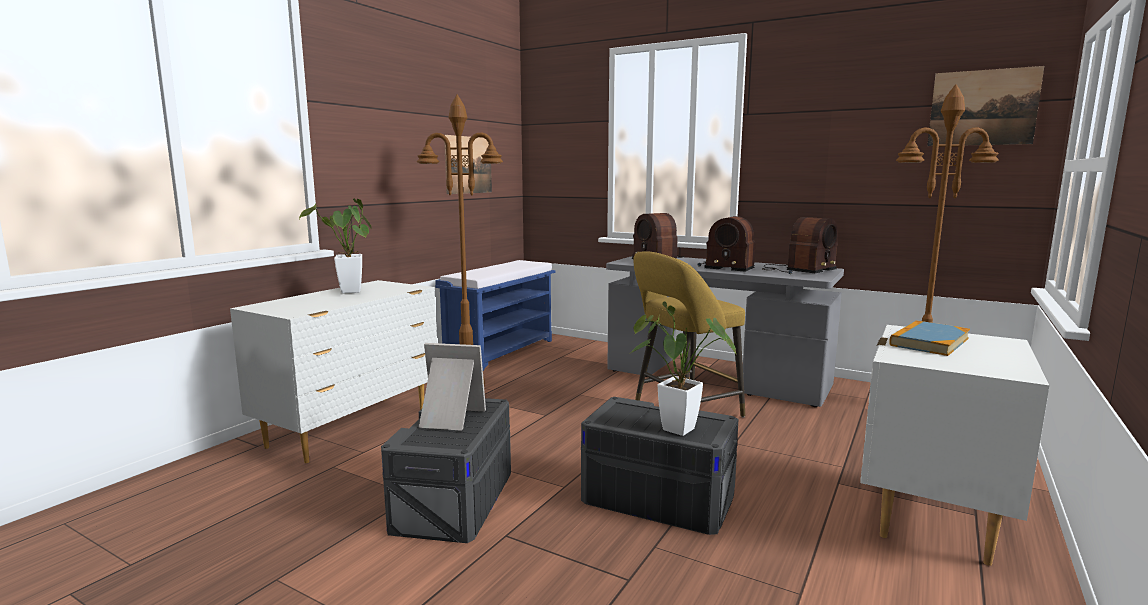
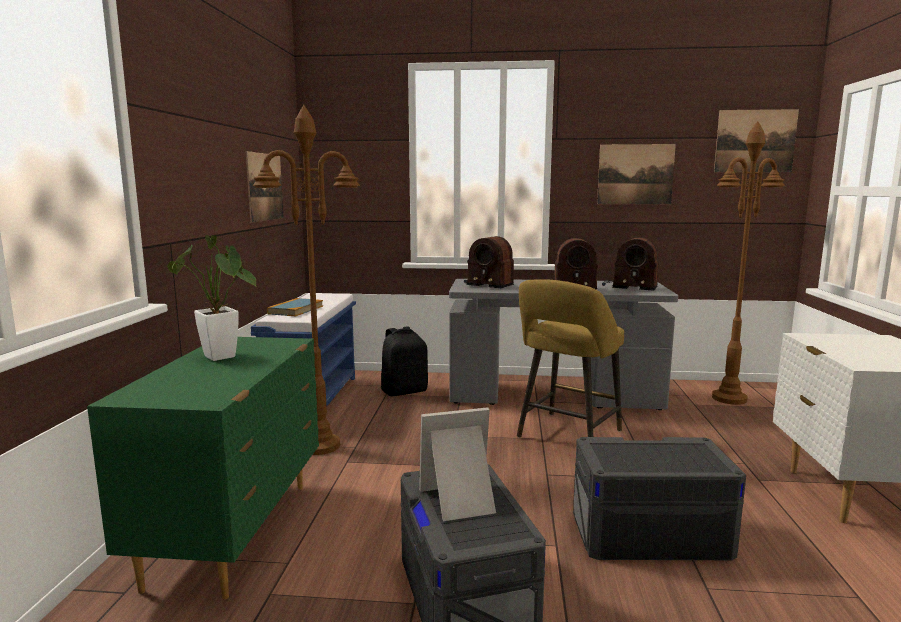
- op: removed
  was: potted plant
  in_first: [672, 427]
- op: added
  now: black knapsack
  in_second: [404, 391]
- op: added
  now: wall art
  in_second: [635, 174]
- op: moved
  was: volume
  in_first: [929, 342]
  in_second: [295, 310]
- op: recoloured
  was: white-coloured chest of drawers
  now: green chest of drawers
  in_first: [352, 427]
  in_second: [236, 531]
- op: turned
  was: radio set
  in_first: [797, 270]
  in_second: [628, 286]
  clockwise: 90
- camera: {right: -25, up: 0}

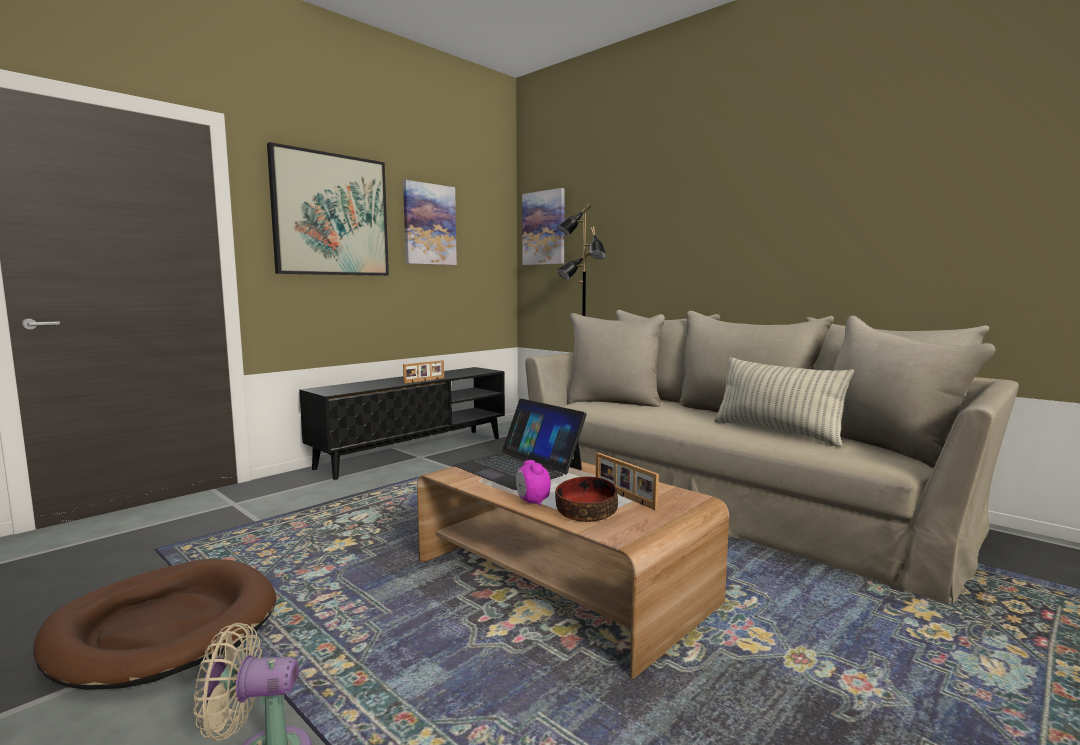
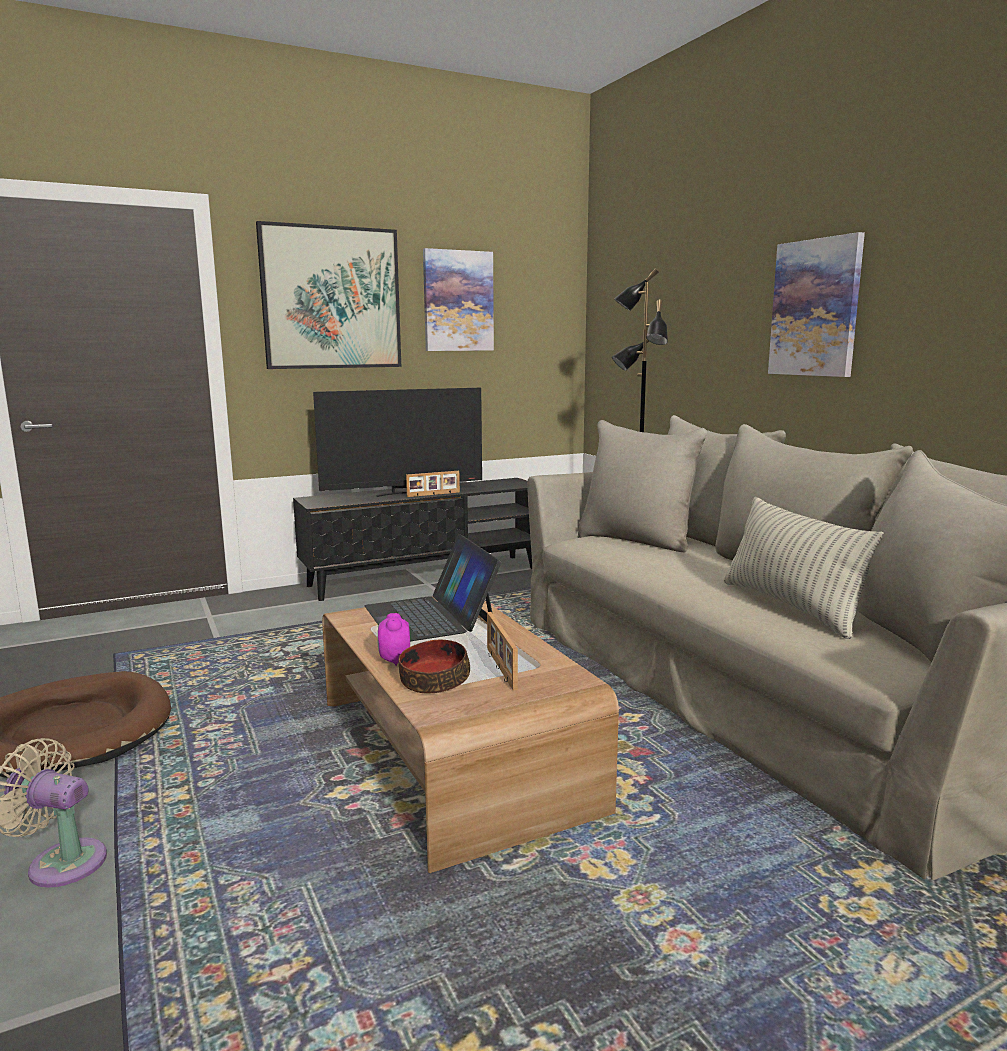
- op: added
  now: TV
  in_second: [403, 493]
- op: moved
  was: wall art
  in_first: [544, 228]
  in_second: [815, 308]
- camera: {right: 20, up: 5}

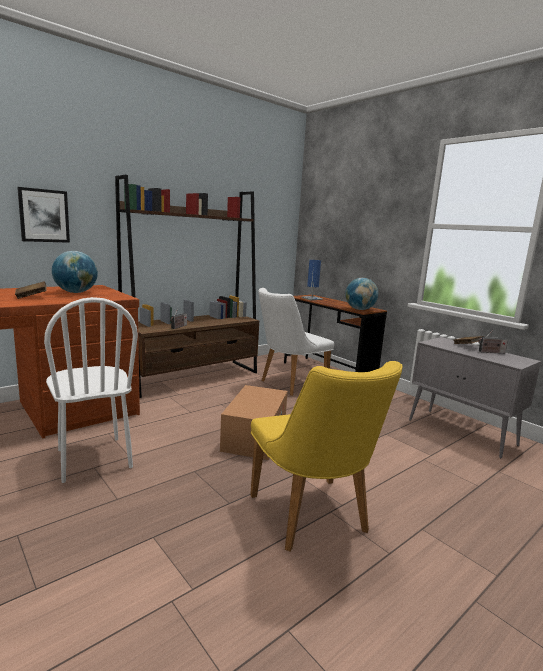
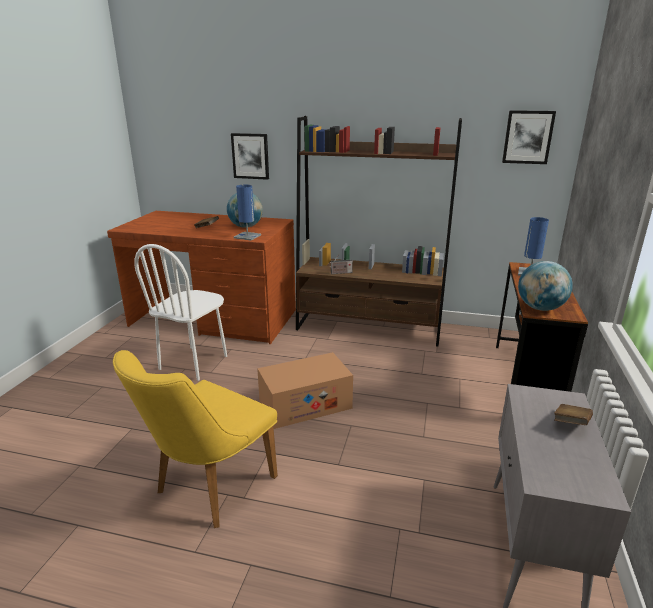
- op: removed
  was: white-coloured chair
  in_first: [288, 384]
- op: removed
  was: radio set
  in_first: [490, 352]
- op: added
  now: bluish tabletop lamp
  in_second: [247, 236]
- op: added
  now: wall art
  in_second: [528, 137]
- camera: {right: 55, up: 10}

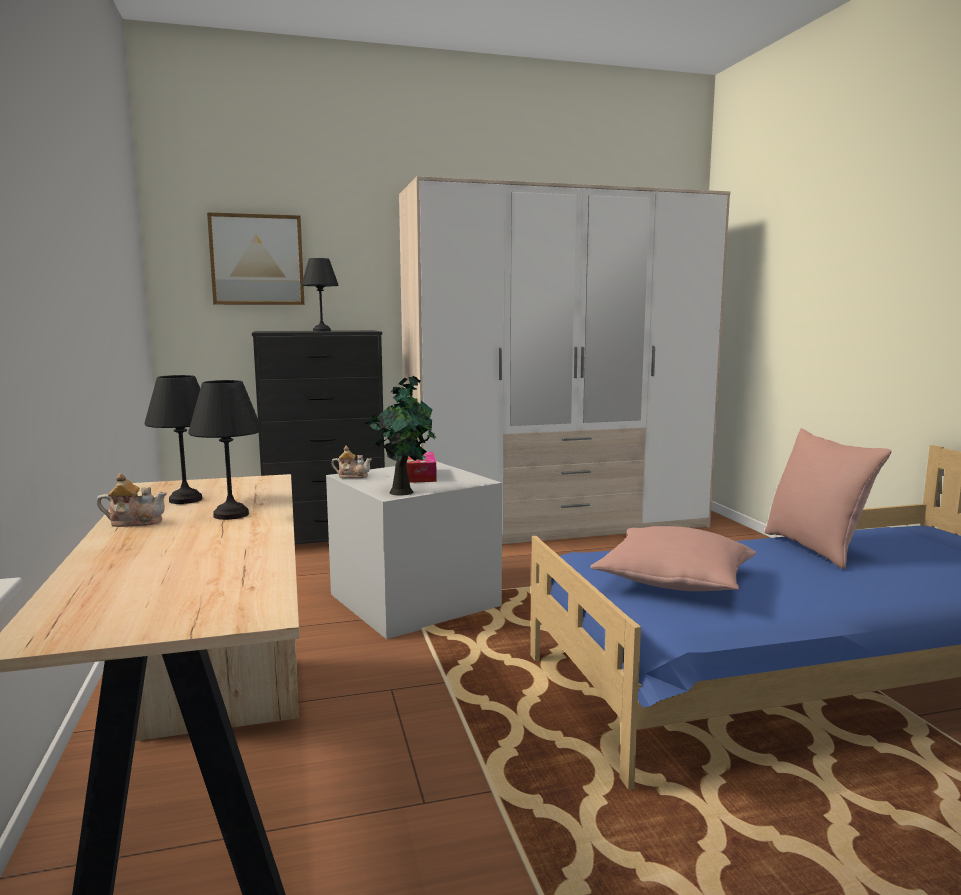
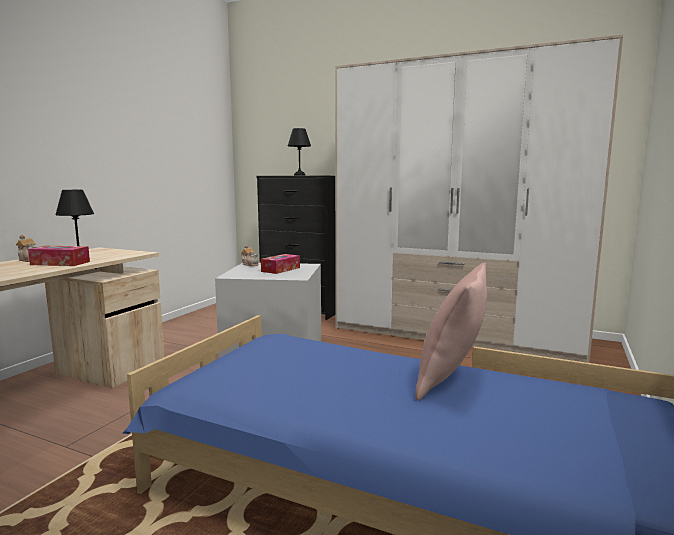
- op: removed
  was: wall art
  in_first: [257, 260]
- op: removed
  was: potted plant
  in_first: [403, 492]
- op: removed
  was: pink pillow
  in_first: [675, 581]
- op: replaced
  was: black tabletop lamp
  now: tissue box
  in_first: [230, 515]
  in_second: [60, 263]
- camera: {right: 40, up: 0}

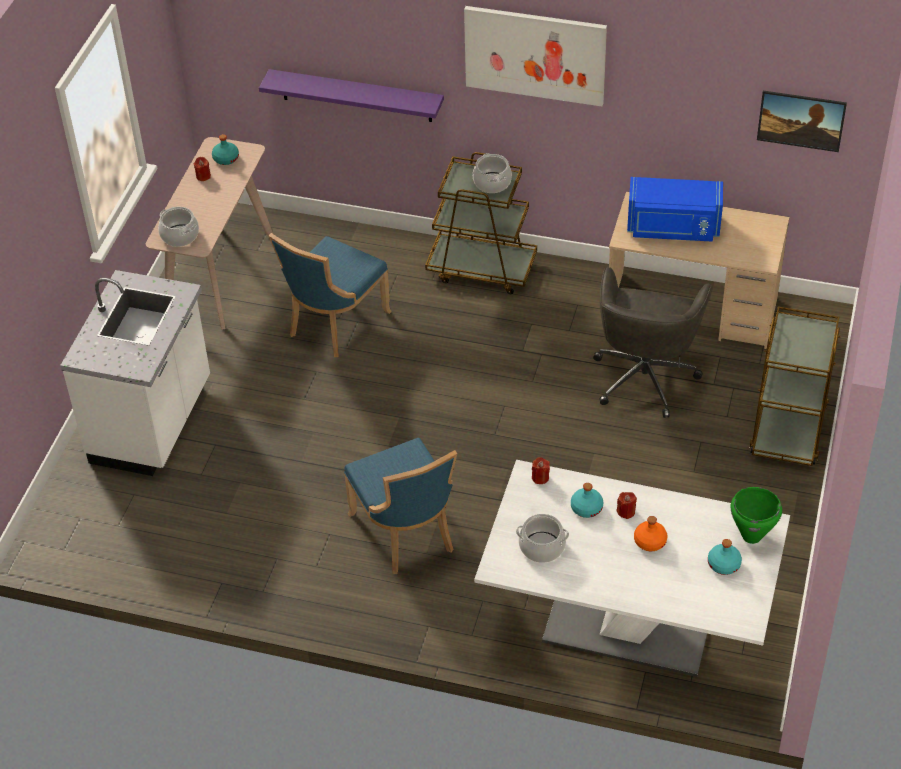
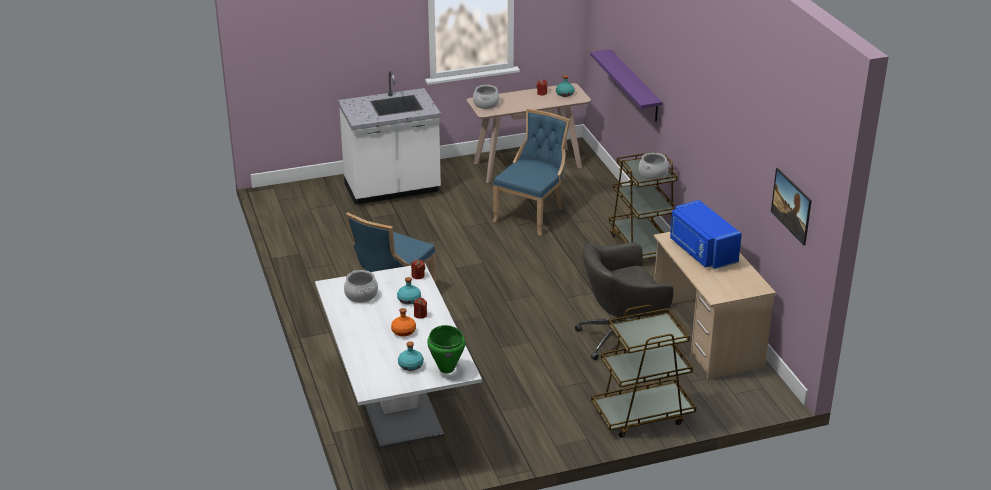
- op: removed
  was: wall art
  in_first: [535, 54]
- op: turned
  was: bluish chair
  in_first: [334, 324]
  in_second: [532, 214]
  clockwise: 120
- camera: {right: 55, up: -15}

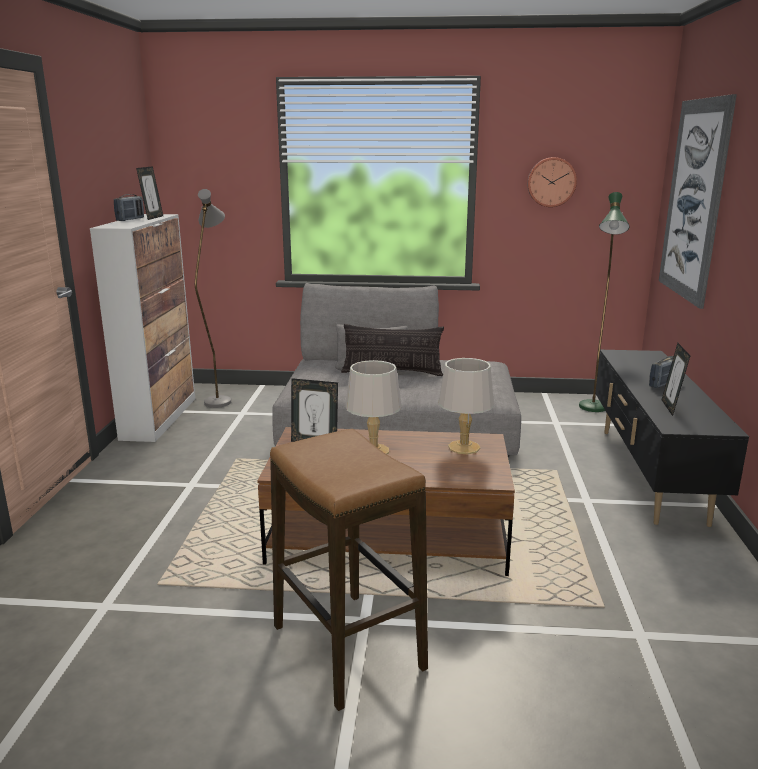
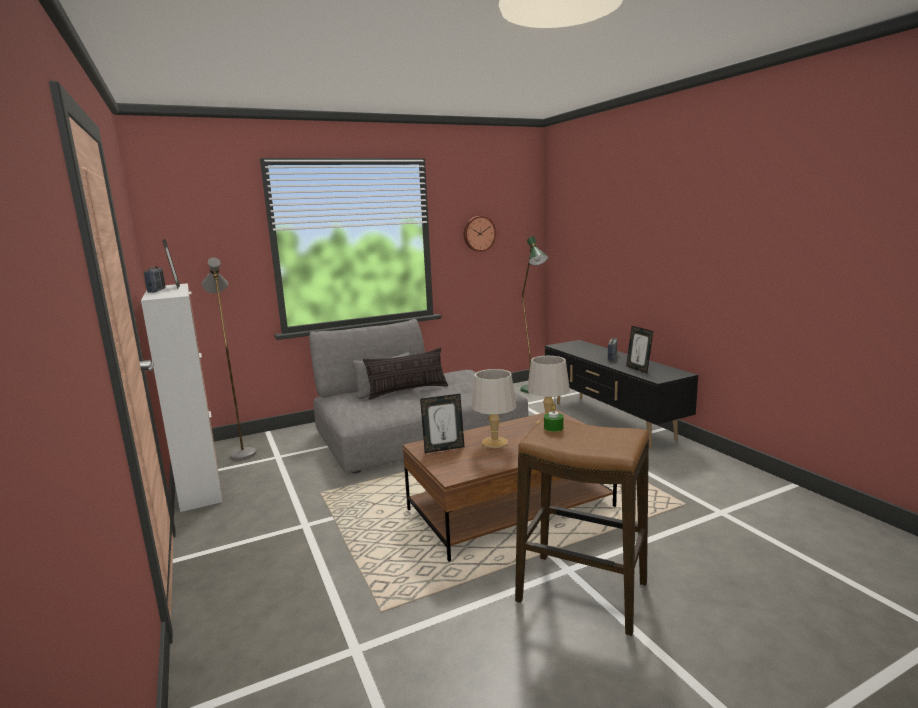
- op: removed
  was: wall art
  in_first: [694, 200]
- op: added
  now: green wax candle
  in_second: [553, 428]
- camera: {right: -30, up: -5}

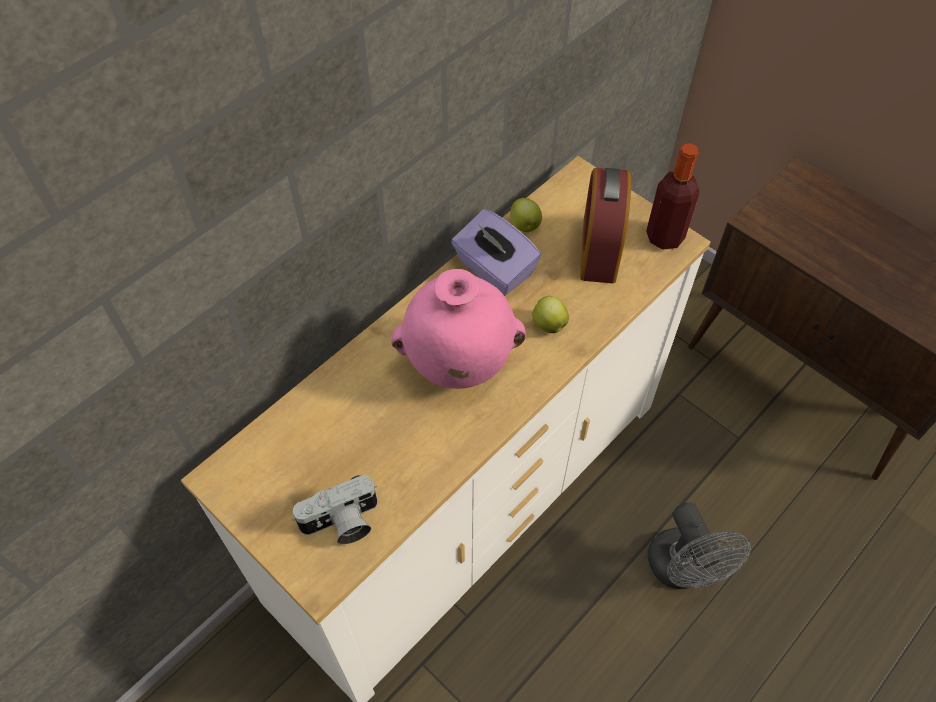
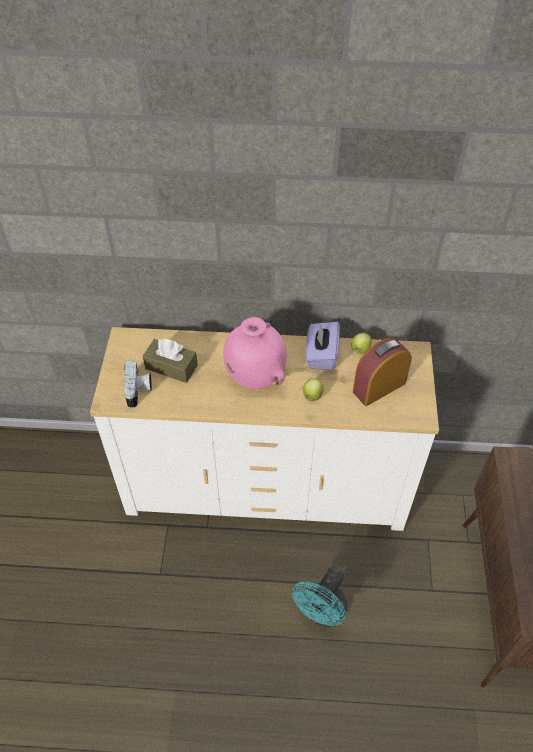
- op: removed
  was: beverage bottle
  in_first: [665, 236]
- op: added
  now: brown-coloured tissue box
  in_second: [171, 367]
- op: recoloured
  was: grey fan
  now: turquoise fan
  in_first: [683, 570]
  in_second: [321, 613]
- op: turned
  was: still camera
  in_first: [342, 523]
  in_second: [139, 390]
  clockwise: -120
- camera: {right: 50, up: -5}

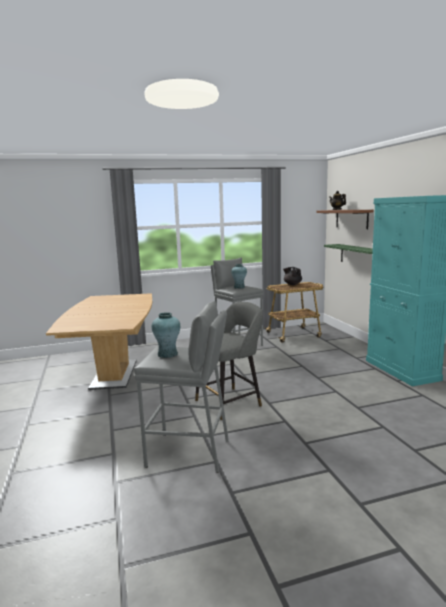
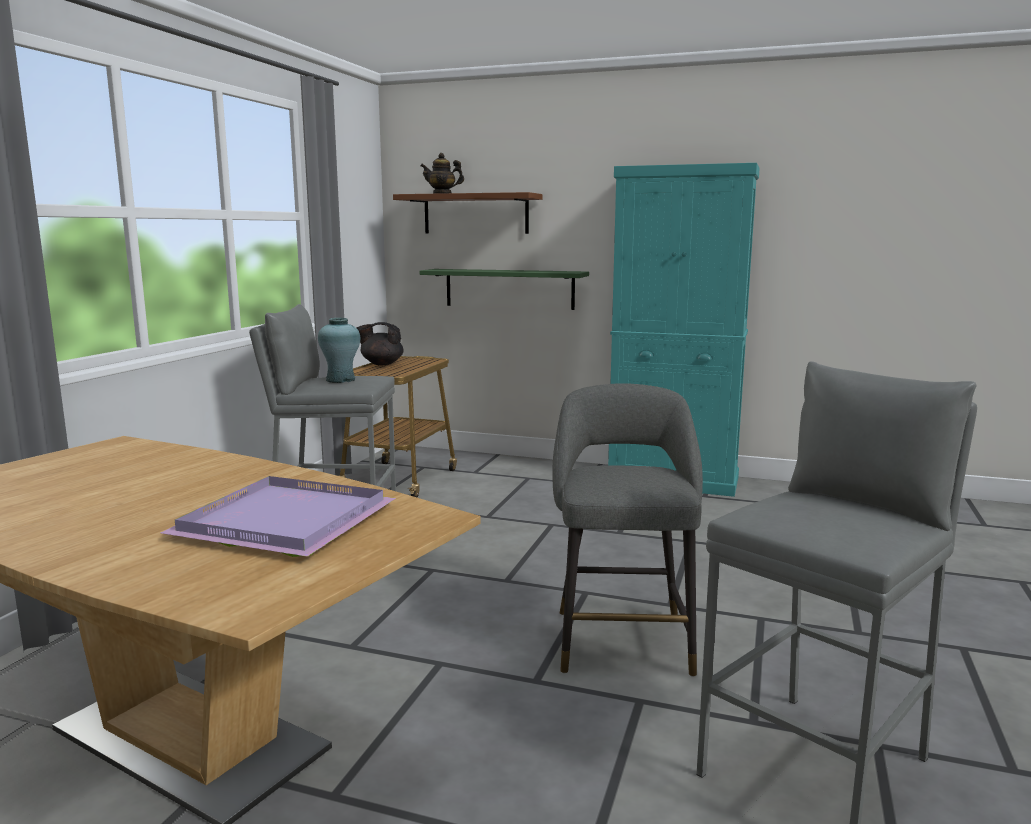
- op: removed
  was: turquoise vase
  in_first: [167, 354]
- op: added
  now: purplish carrying tray
  in_second: [286, 523]
- camera: {right: -55, up: 0}

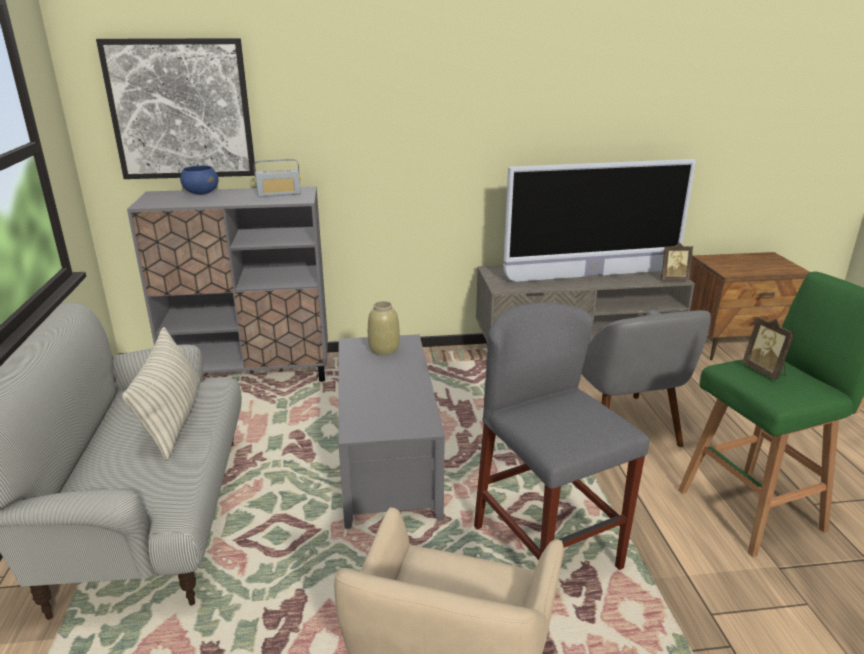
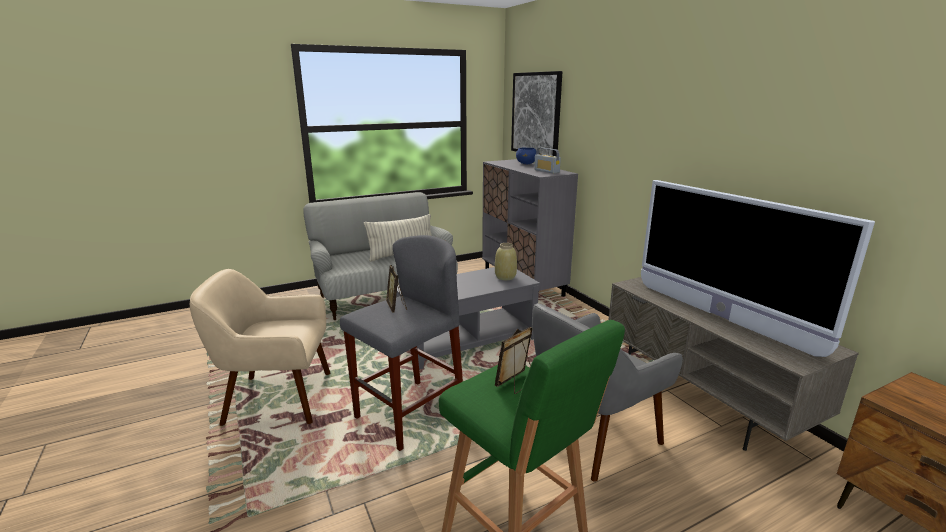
- op: moved
  was: picture frame
  in_first: [673, 279]
  in_second: [397, 307]
- camera: {right: 70, up: -5}

